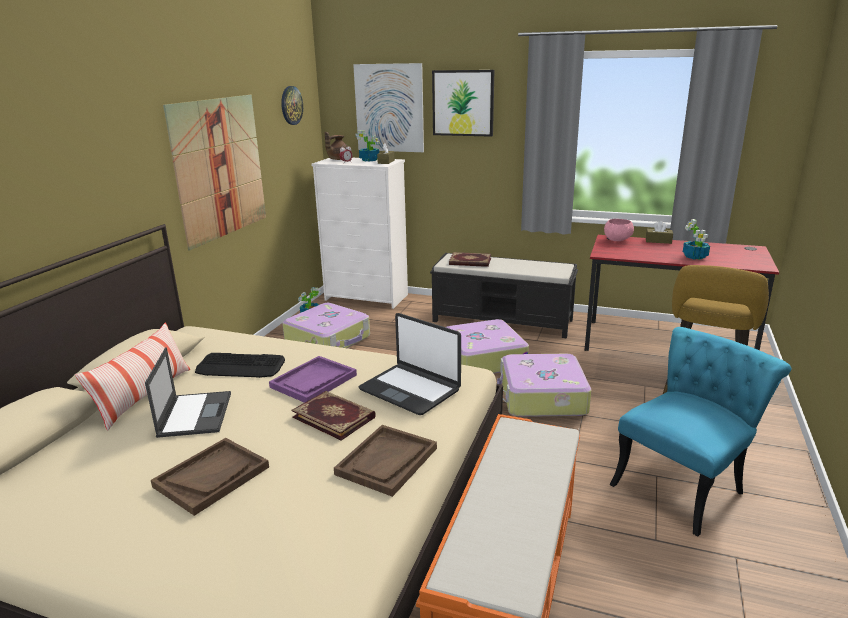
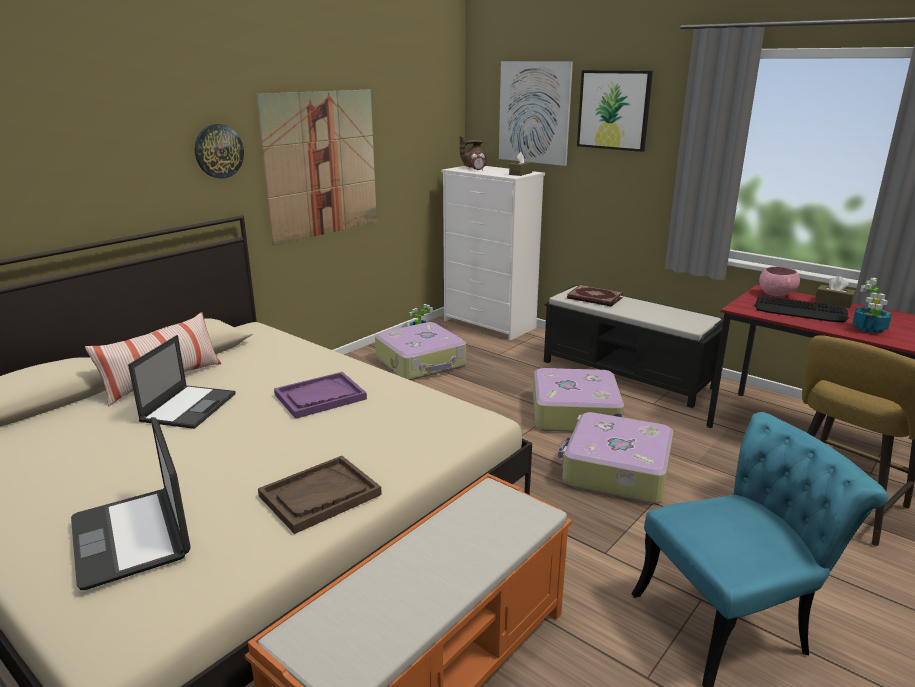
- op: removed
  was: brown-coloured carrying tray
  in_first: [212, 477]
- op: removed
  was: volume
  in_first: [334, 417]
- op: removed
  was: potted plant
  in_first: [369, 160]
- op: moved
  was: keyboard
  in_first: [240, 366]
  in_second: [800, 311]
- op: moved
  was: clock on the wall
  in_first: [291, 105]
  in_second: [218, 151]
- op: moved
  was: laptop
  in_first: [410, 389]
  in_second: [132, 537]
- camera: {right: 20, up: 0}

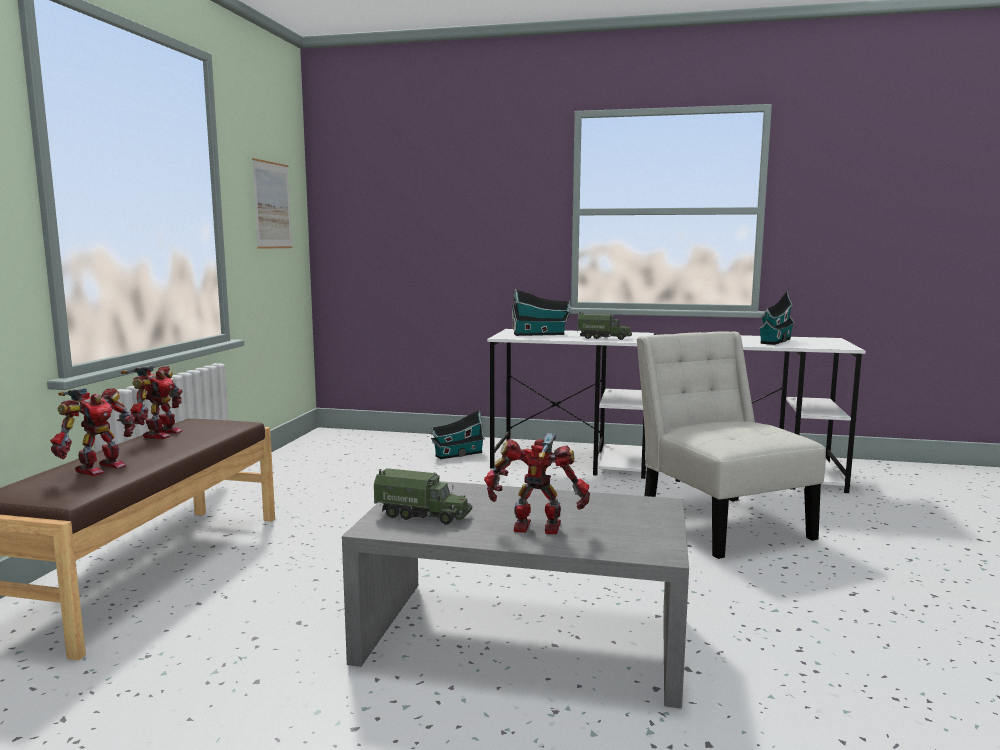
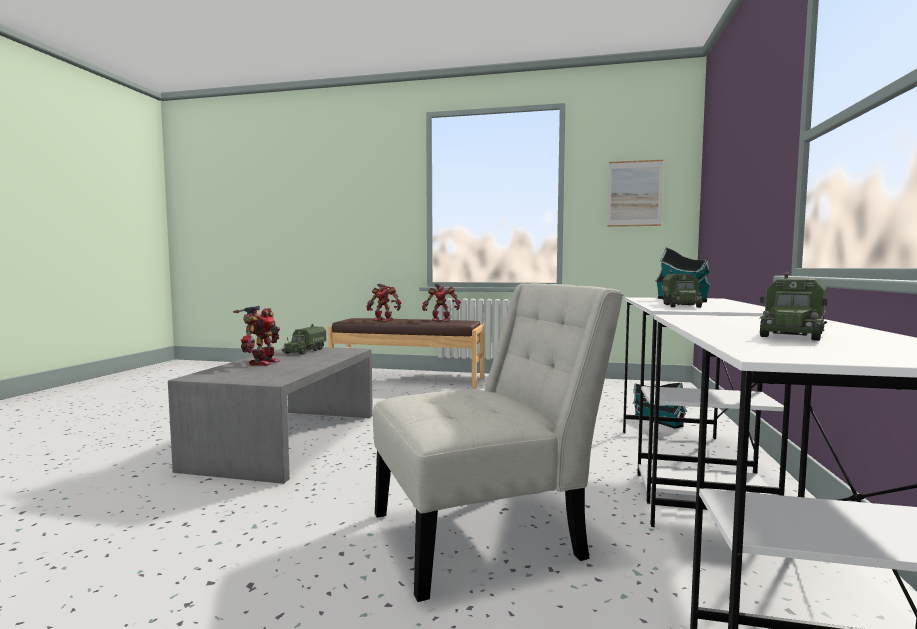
- op: replaced
  was: miniature house
  now: model truck
  in_first: [775, 341]
  in_second: [792, 334]
- camera: {right: 90, up: -5}

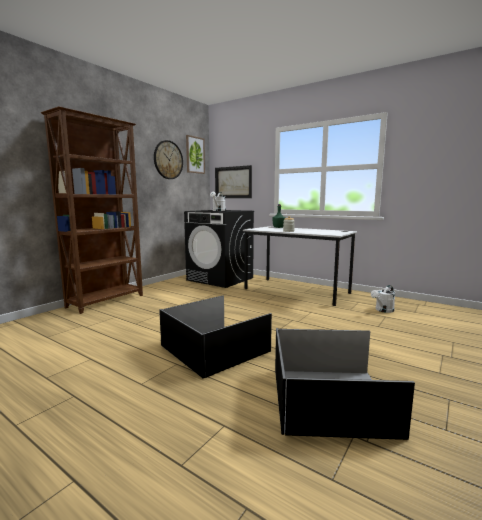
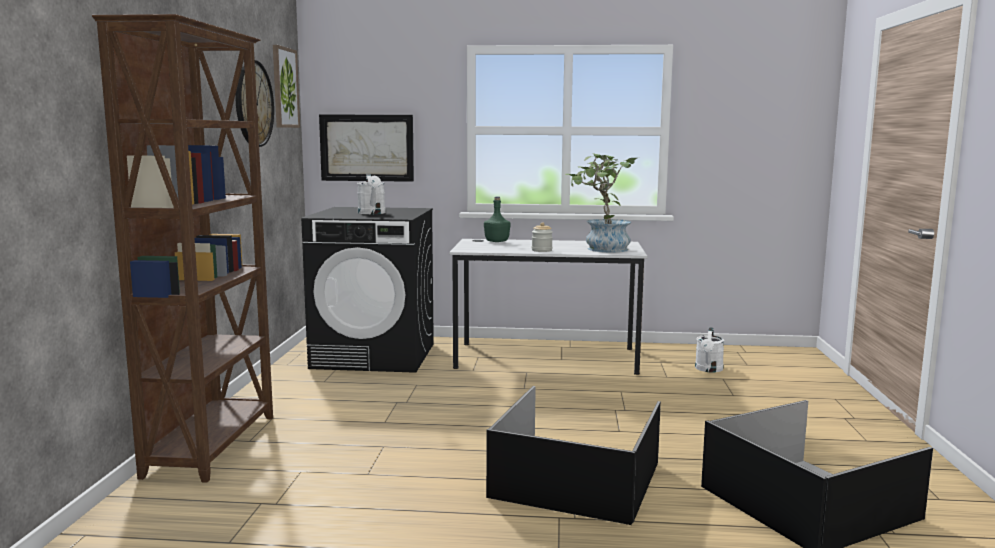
- op: added
  now: potted plant
  in_second: [601, 249]
- camera: {right: -30, up: 0}

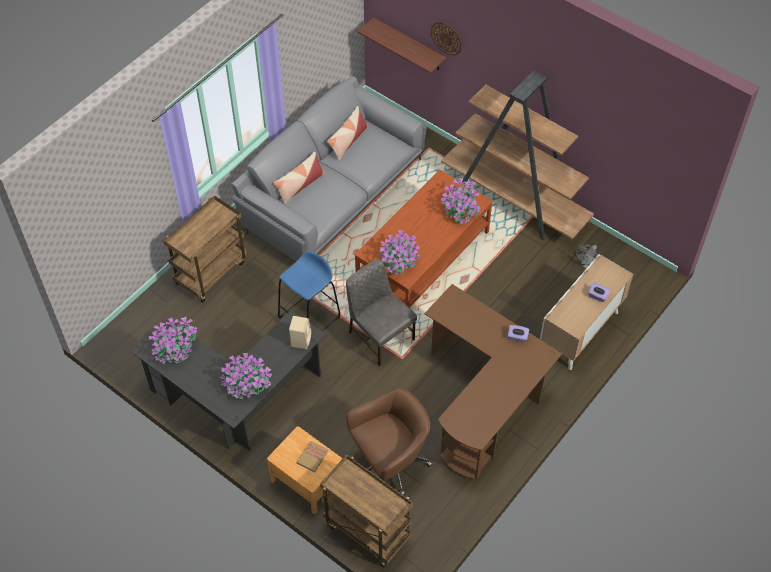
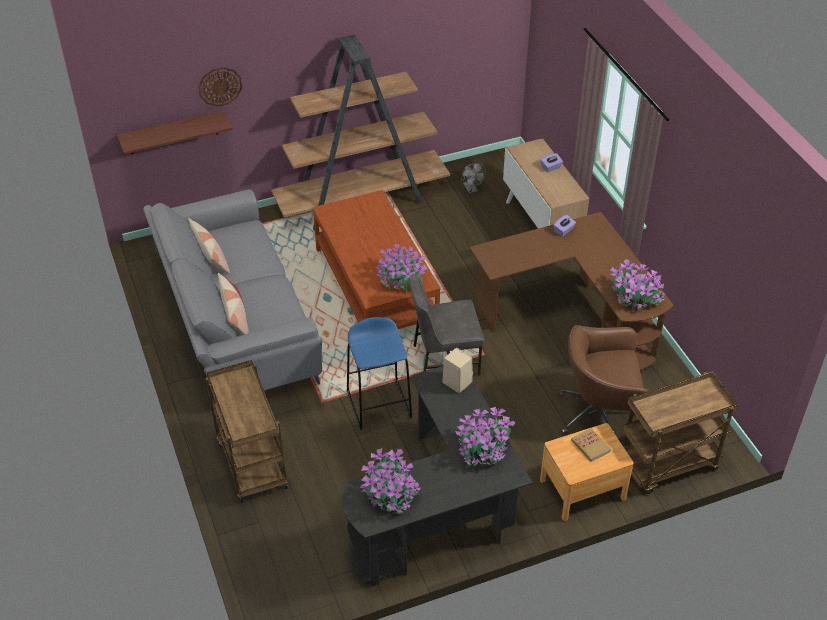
- op: moved
  was: potted plant
  in_first: [460, 210]
  in_second: [635, 298]
- op: turned
  was: brown-coloured desk chair
  in_first: [390, 462]
  in_second: [599, 415]
  clockwise: -90
- camera: {right: -60, up: -10}

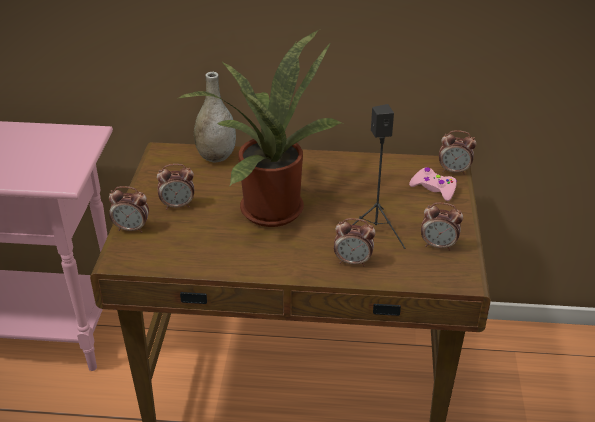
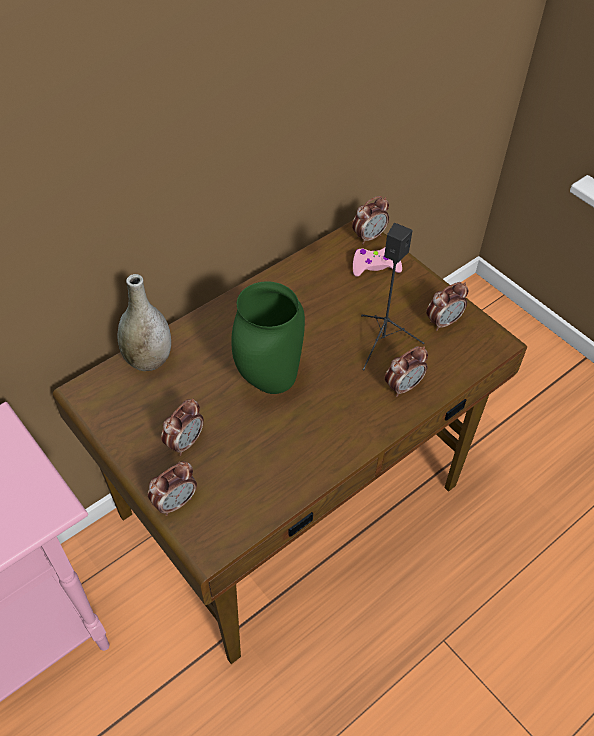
- op: replaced
  was: potted plant
  now: green vase
  in_first: [268, 206]
  in_second: [268, 381]
- camera: {right: -45, up: 15}

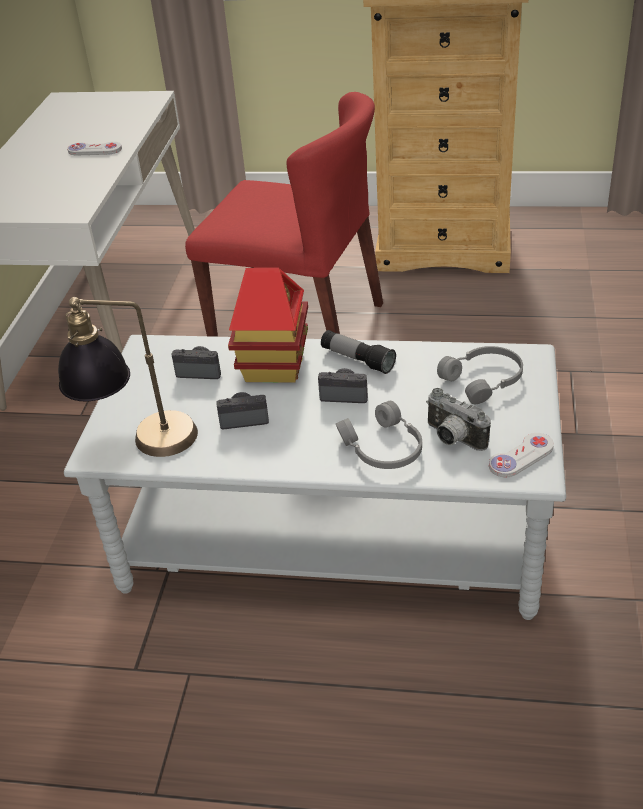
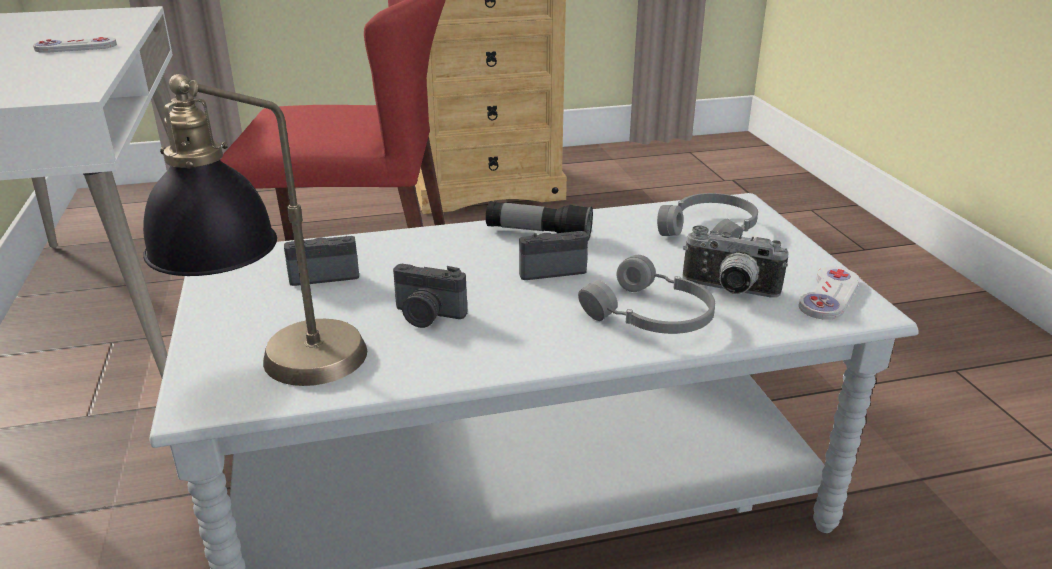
- op: removed
  was: miniature house
  in_first: [274, 365]
- op: turned
  was: still camera
  in_first: [244, 419]
  in_second: [427, 316]
  clockwise: -135
- camera: {right: -25, up: -10}

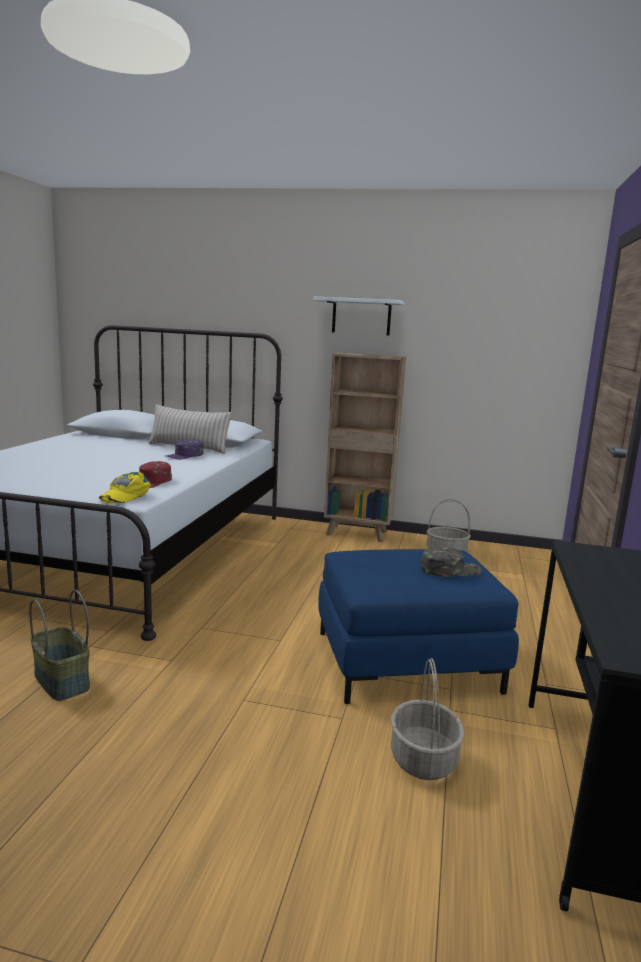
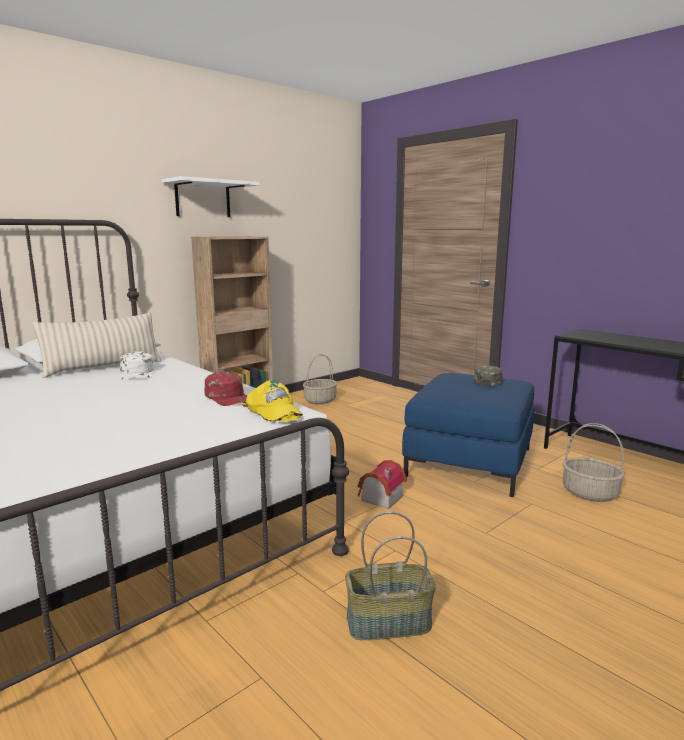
- op: added
  now: miniature house
  in_second: [379, 498]
- op: recoloured
  was: purplish baseball cap
  now: white-coloured baseball cap
  in_first: [184, 455]
  in_second: [137, 373]
- camera: {right: -55, up: 0}

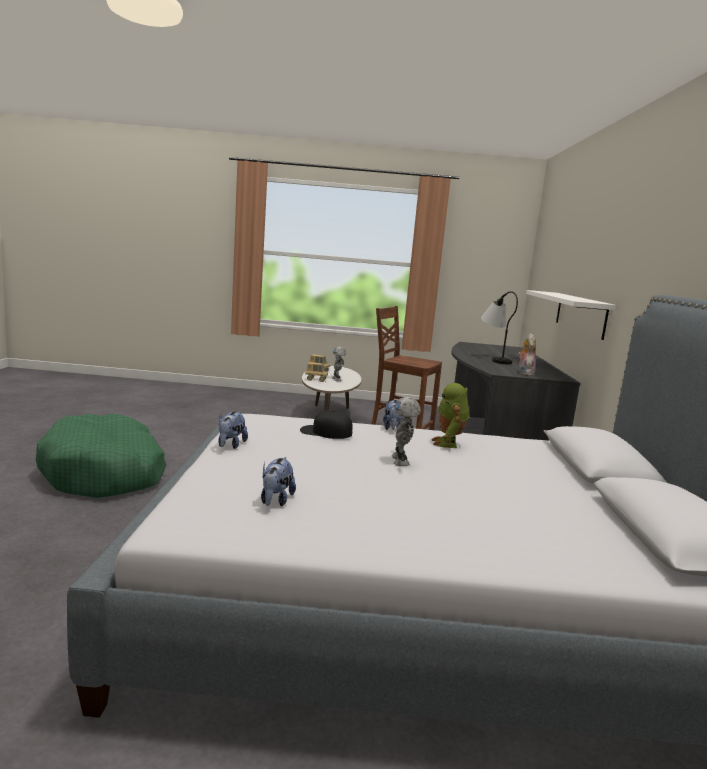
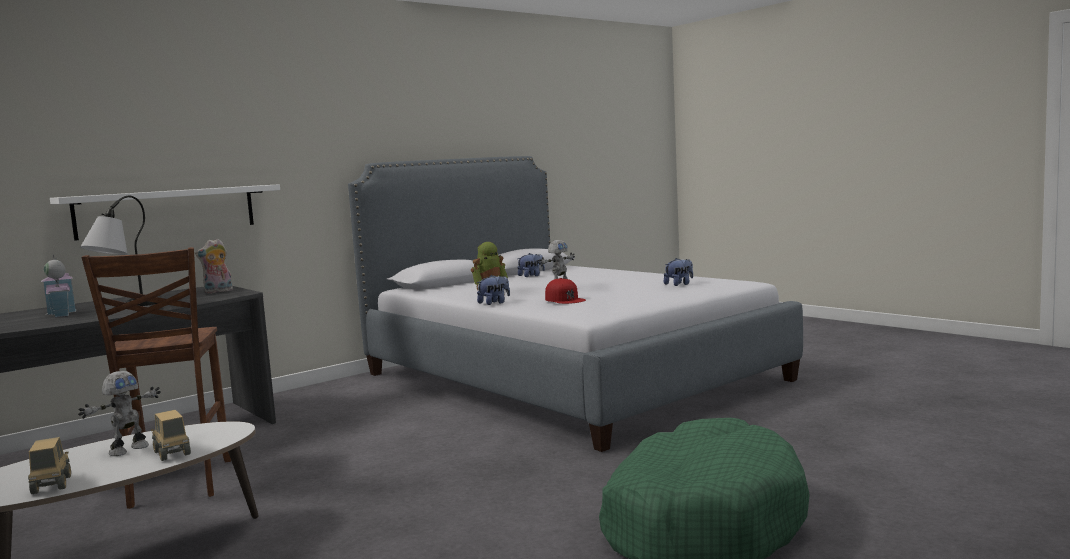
- op: added
  now: miniature house
  in_second: [61, 313]
- op: moved
  was: soft toy
  in_first: [230, 445]
  in_second: [531, 276]
- op: recoloured
  was: black baseball cap
  now: red baseball cap
  in_first: [325, 432]
  in_second: [565, 299]
- camera: {right: -130, up: -5}

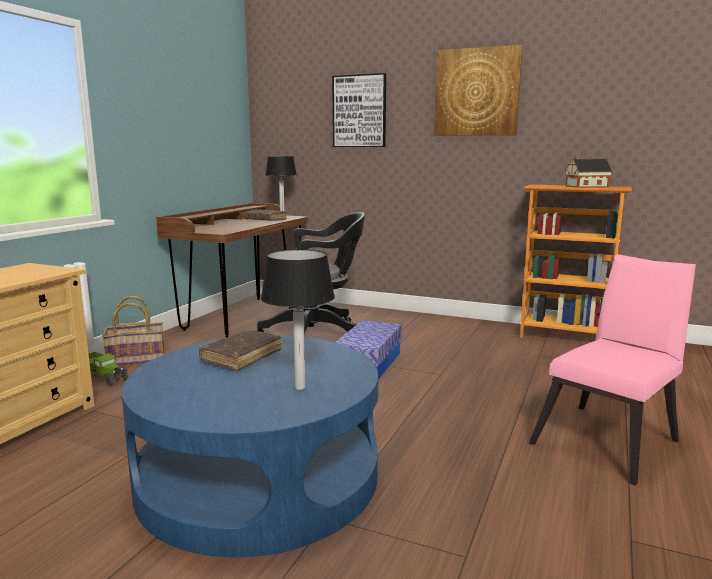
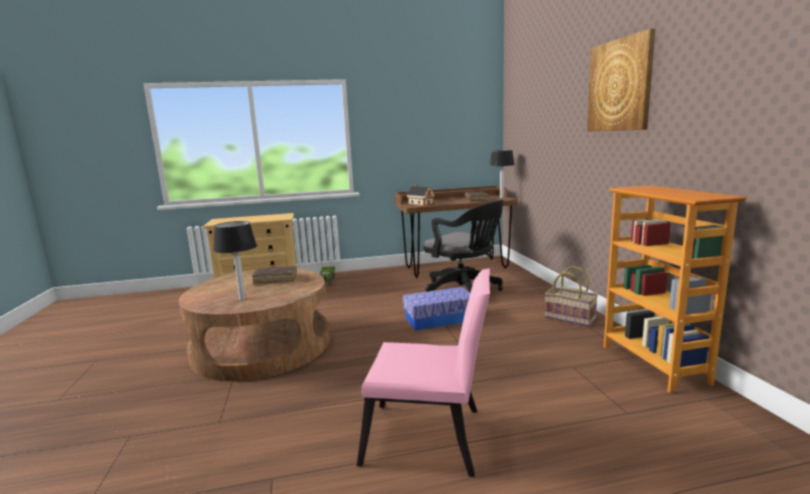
- op: removed
  was: wall art
  in_first: [359, 111]
- op: moved
  was: household basket
  in_first: [136, 358]
  in_second: [570, 318]
- op: moved
  was: miniature house
  in_first: [585, 186]
  in_second: [420, 204]
- op: recoloured
  was: bluish coffee table
  now: brown-coloured coffee table
  in_first: [259, 475]
  in_second: [262, 346]
- camera: {right: 55, up: 0}

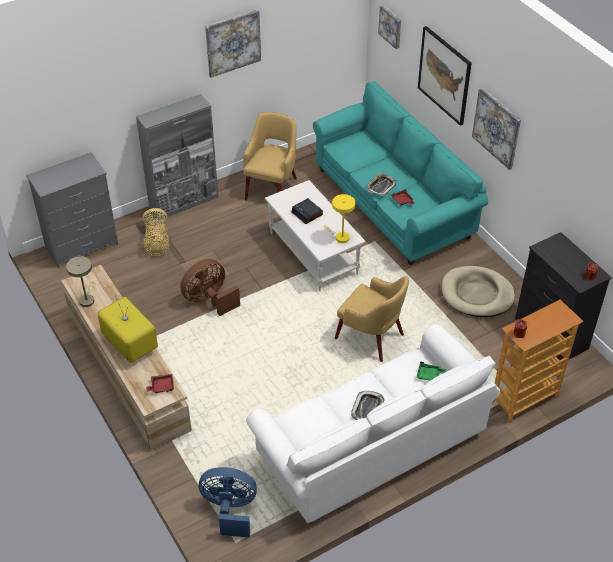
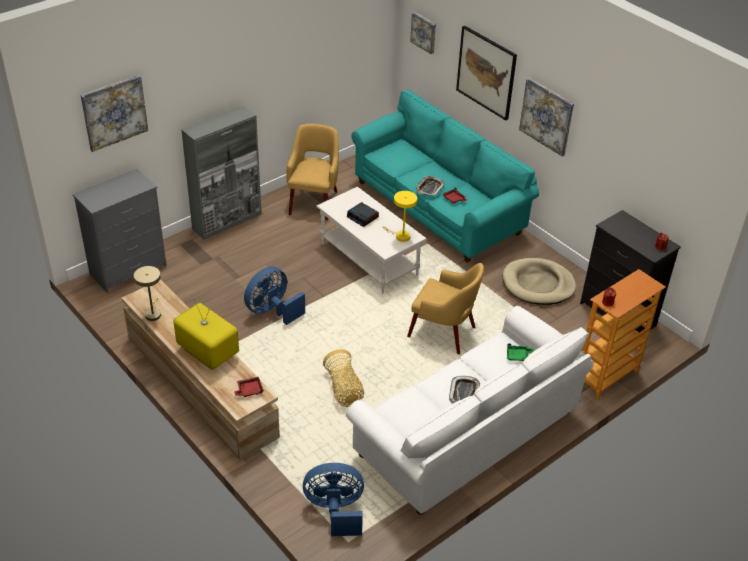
- op: moved
  was: household basket
  in_first: [157, 242]
  in_second: [344, 389]
- op: moved
  was: wall art
  in_first: [233, 43]
  in_second: [114, 112]
- op: recoloured
  was: brown-coloured fan
  now: bluish fan
  in_first: [209, 300]
  in_second: [272, 311]
- camera: {right: -10, up: -5}

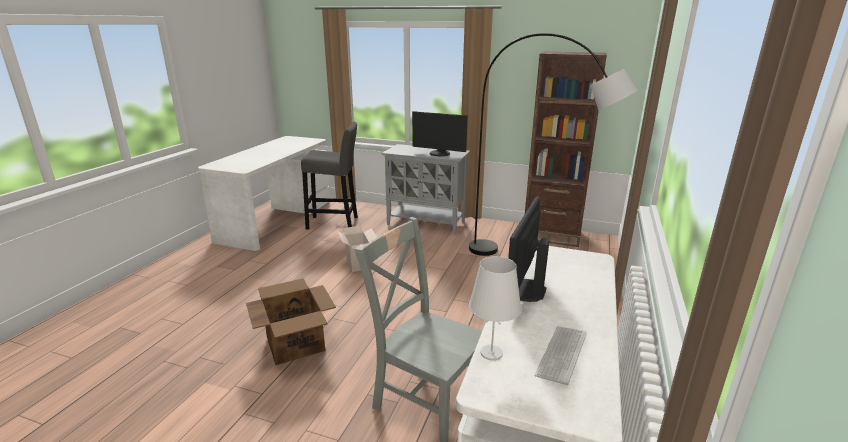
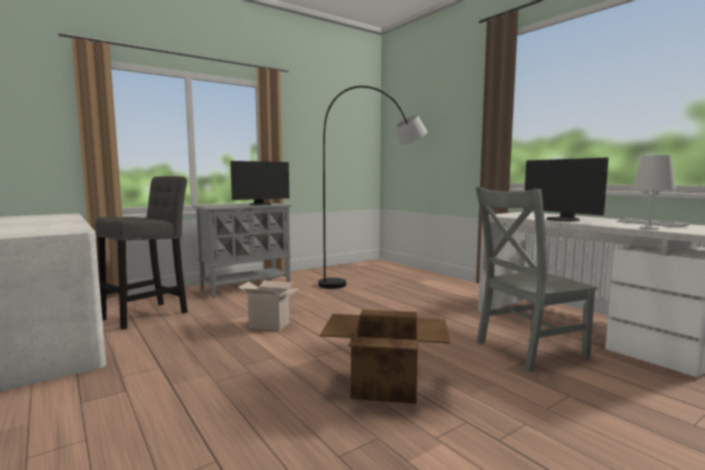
- op: removed
  was: brown-coloured shelving unit
  in_first: [551, 235]
- camera: {right: -55, up: -15}

